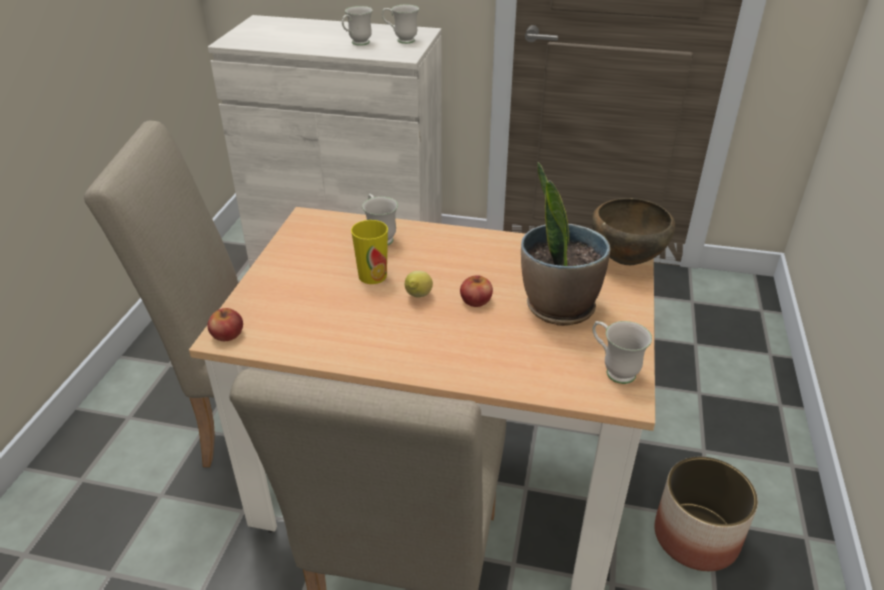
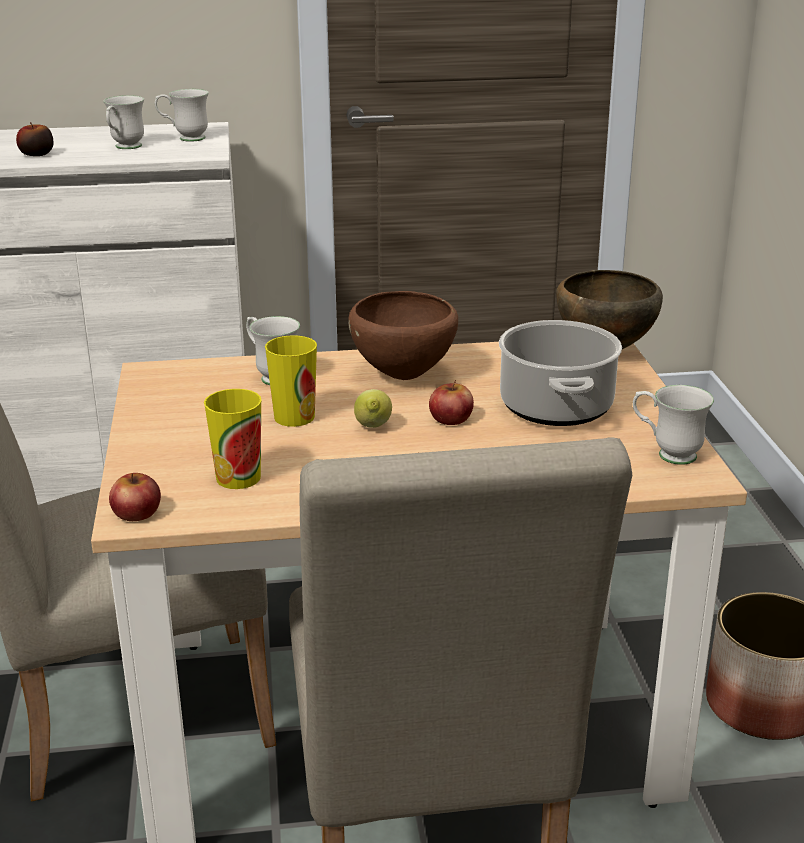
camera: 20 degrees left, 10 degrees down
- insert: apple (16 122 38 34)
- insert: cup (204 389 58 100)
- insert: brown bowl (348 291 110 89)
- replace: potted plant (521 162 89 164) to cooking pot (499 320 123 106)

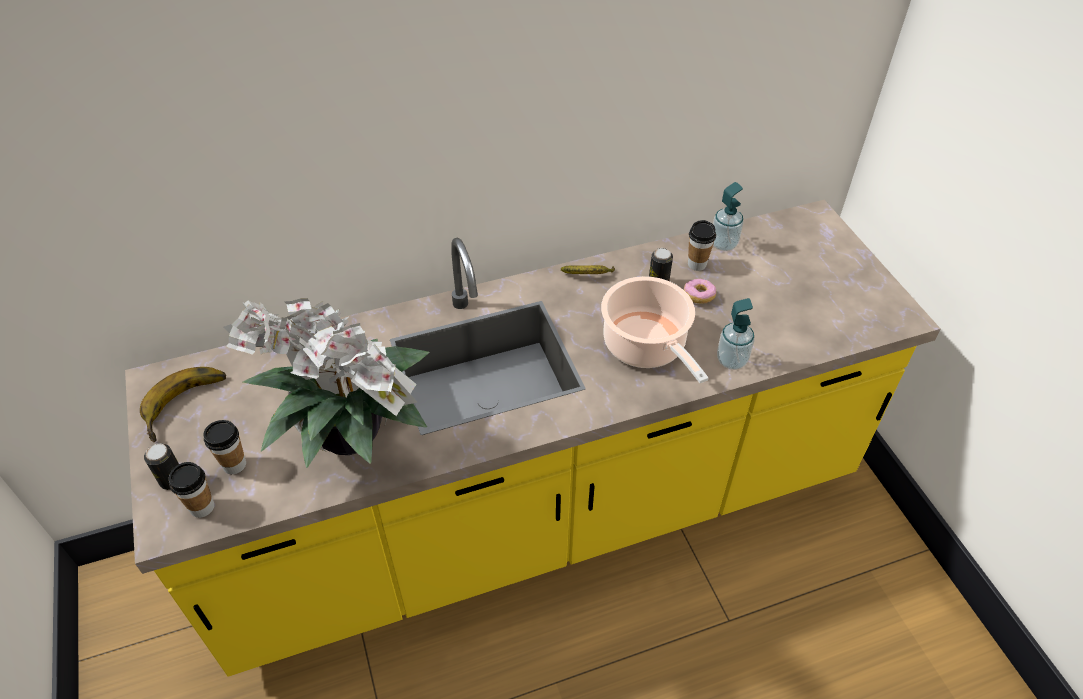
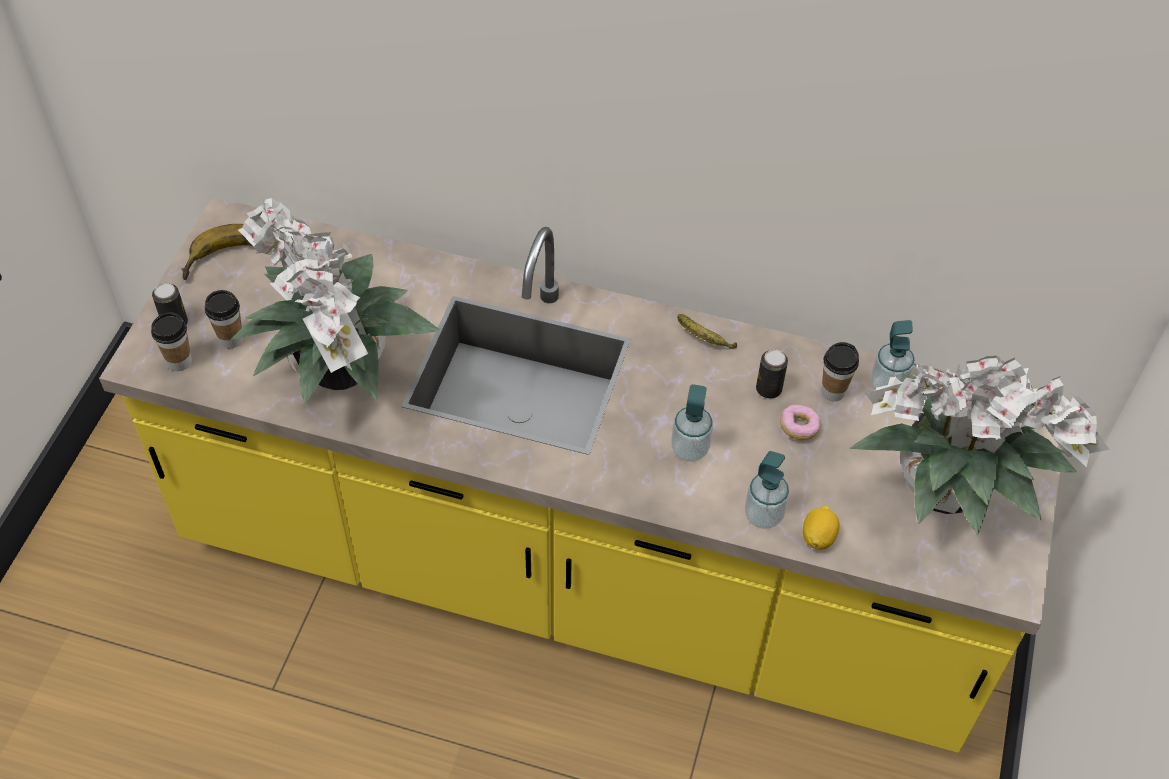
camera: 35 degrees right, 5 degrees up
- replace: cooking pot (601 276 107 107) to soap dispenser (671 384 42 78)
- insert: lemon (803 506 37 44)
- insert: potted plant (850 356 260 178)

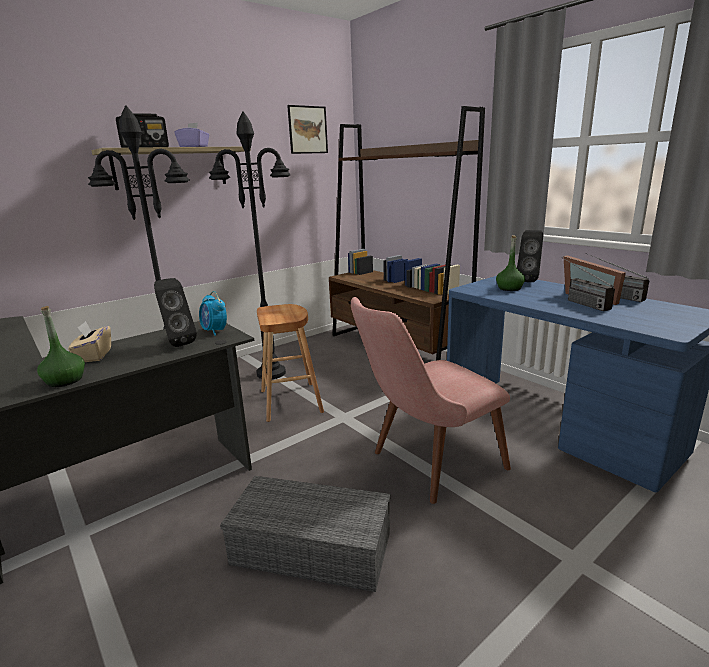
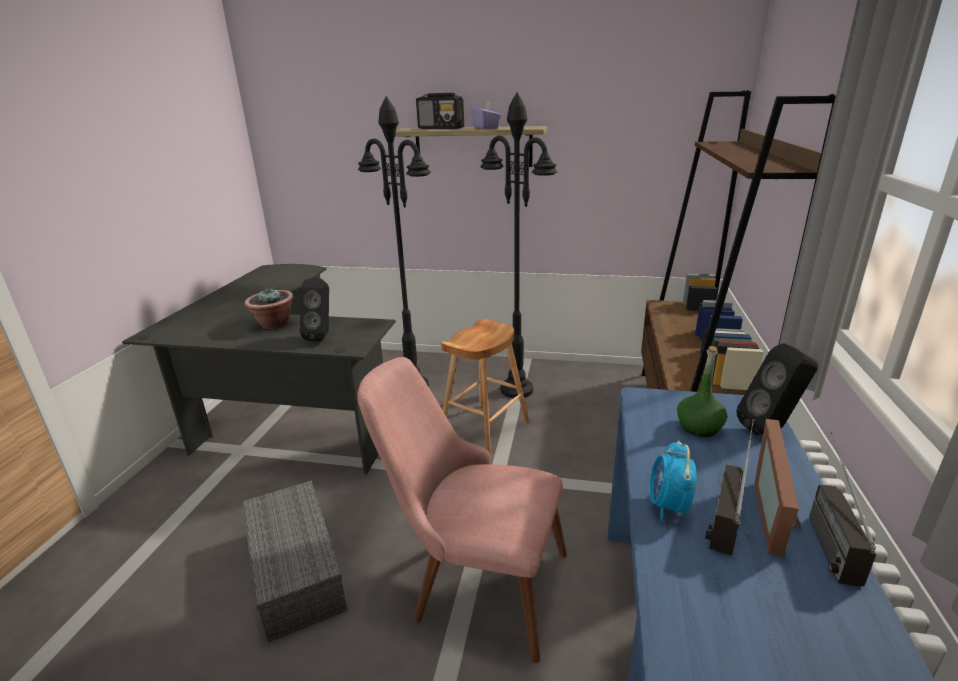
camera: 50 degrees right, 5 degrees up
- replace: beige tissue box (68 321 43 41) to potted plant (245 289 48 40)
- move: alarm clock (199 291 28 45) to (649 440 48 81)
- delete: green bottle (37 306 48 81)
- delete: picture (287 105 41 49)

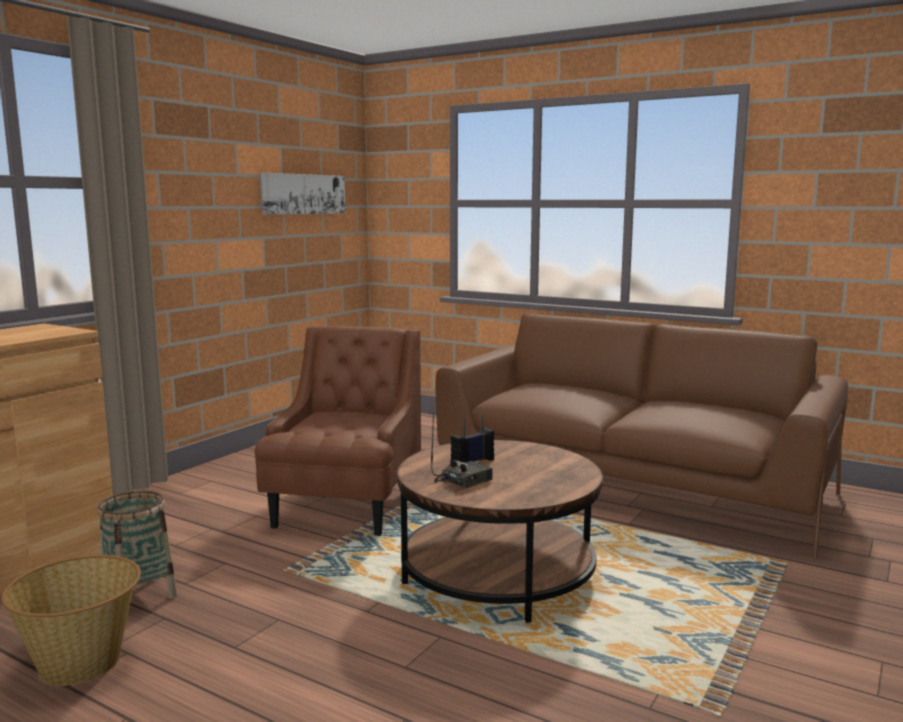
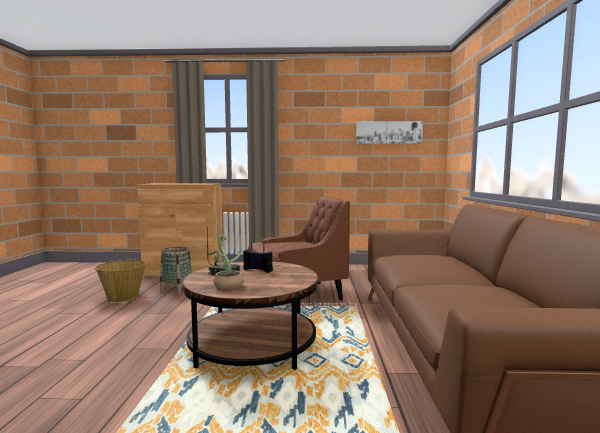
camera: 60 degrees right, 5 degrees down
- insert: potted plant (207 234 37 56)

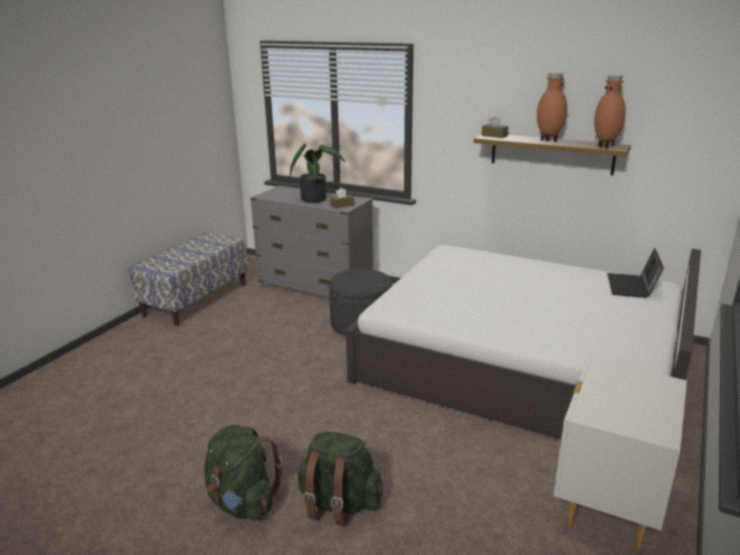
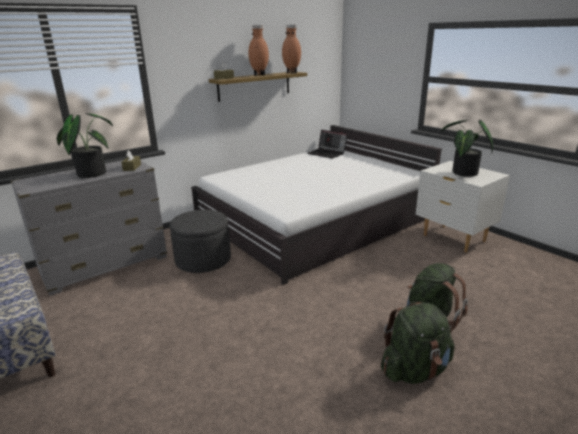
camera: 65 degrees left, 0 degrees up
- insert: potted plant (440 120 53 57)

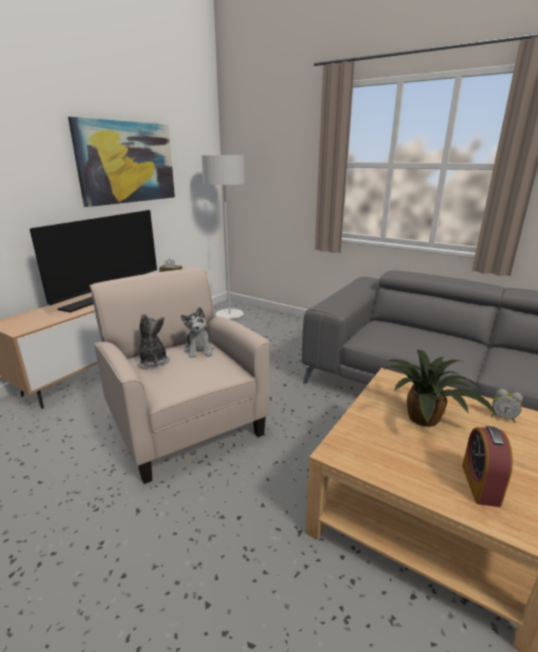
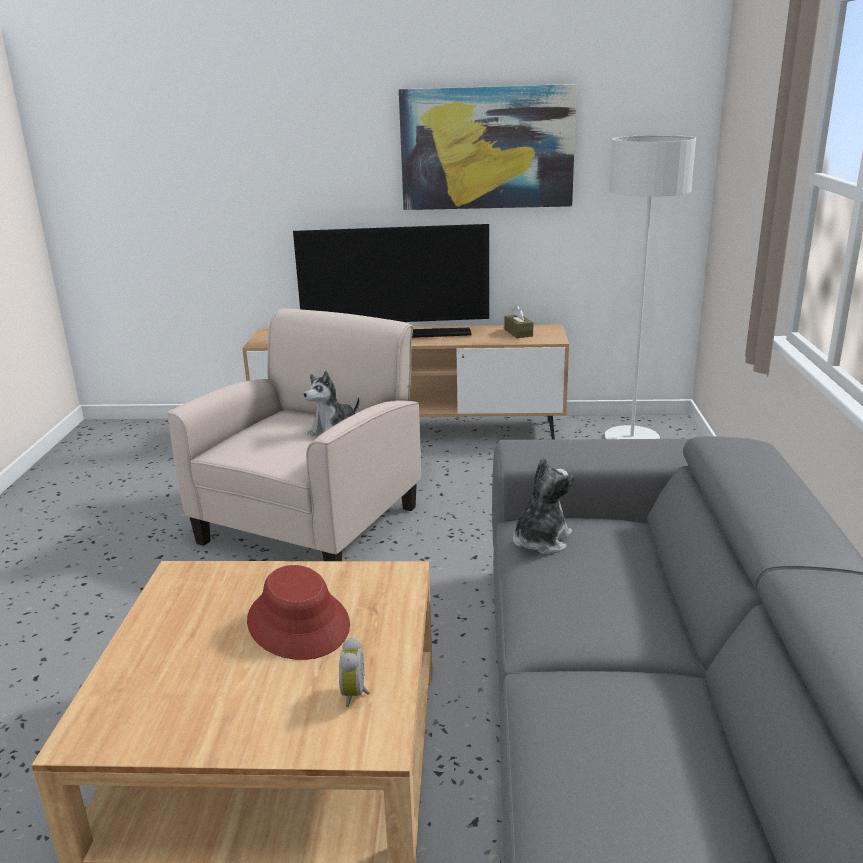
camera: 60 degrees right, 0 degrees up
- replace: potted plant (385 350 112 77) to red hat (247 565 103 95)
- move: plush toy (137 313 33 56) to (513 457 61 97)
- delete: alarm clock (462 426 51 81)

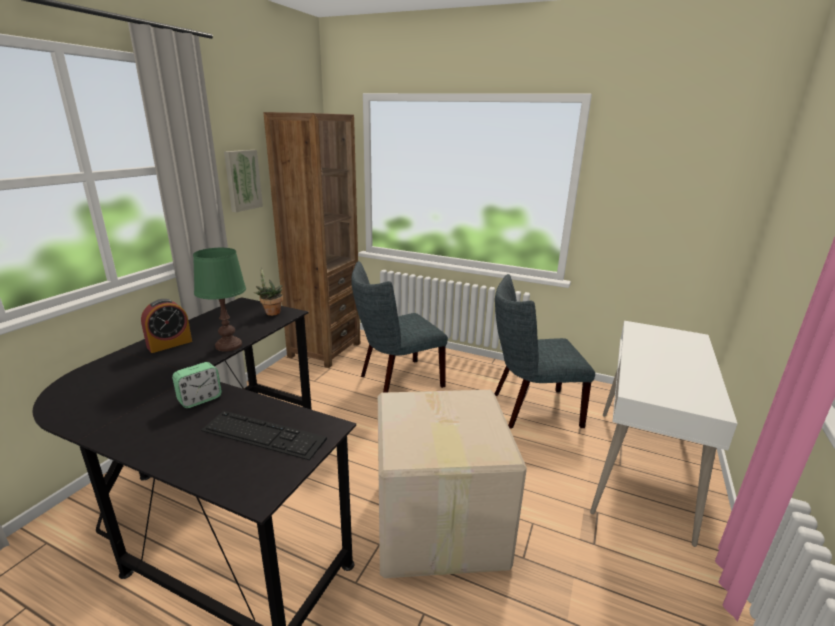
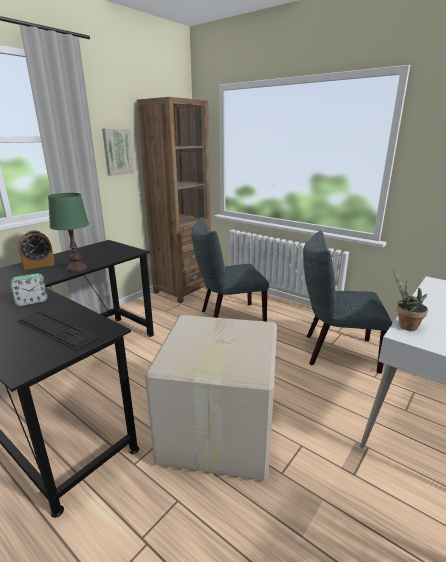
camera: 15 degrees right, 0 degrees up
- move: potted plant (254 268 29 48) to (394 270 34 61)

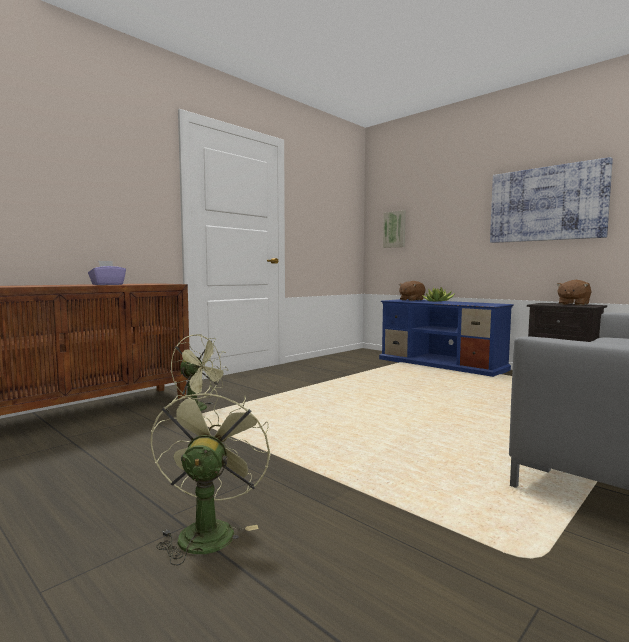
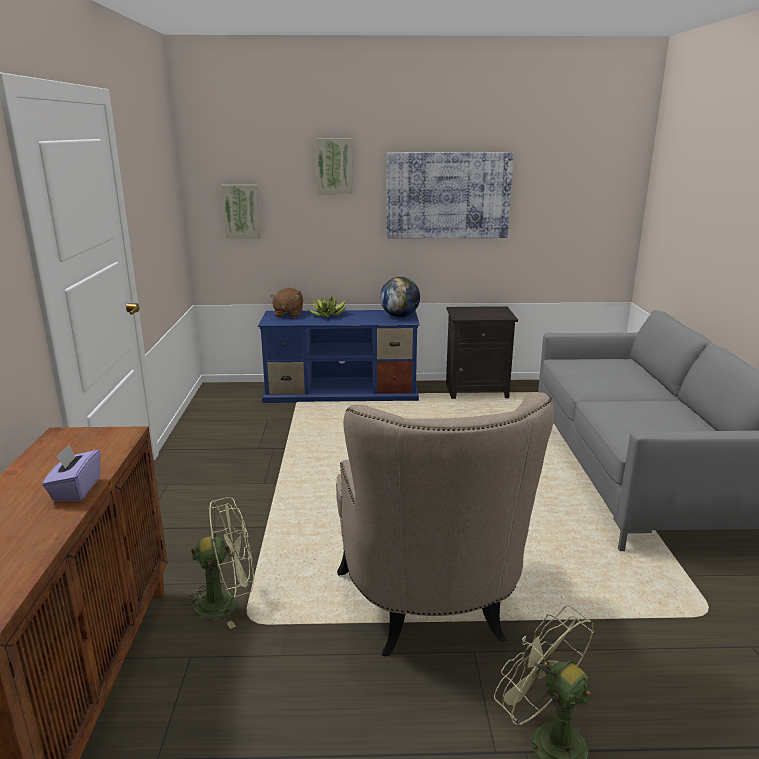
camera: 45 degrees left, 15 degrees up
- insert: picture (315 139 38 55)
- insert: beige armchair (336 392 218 264)
- insert: globe (380 277 40 40)
- delete: brown plush toy (556 280 35 26)

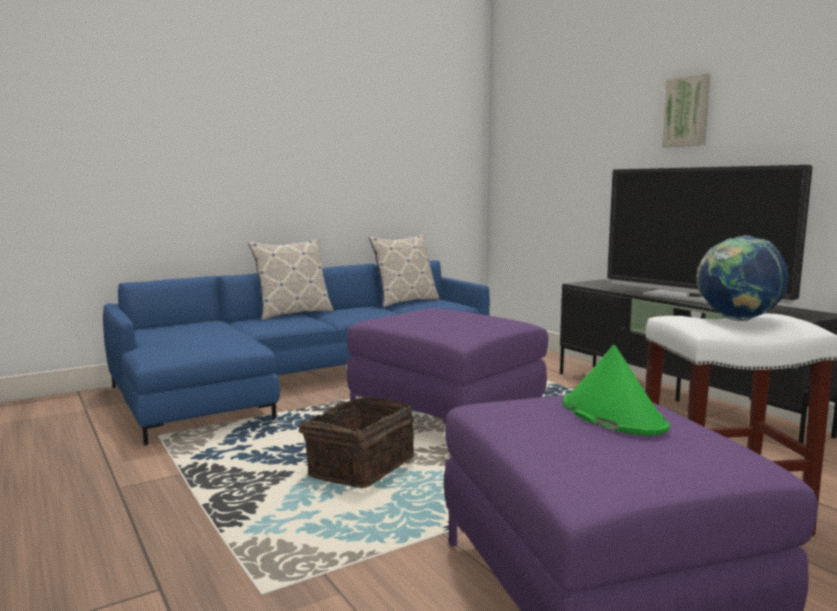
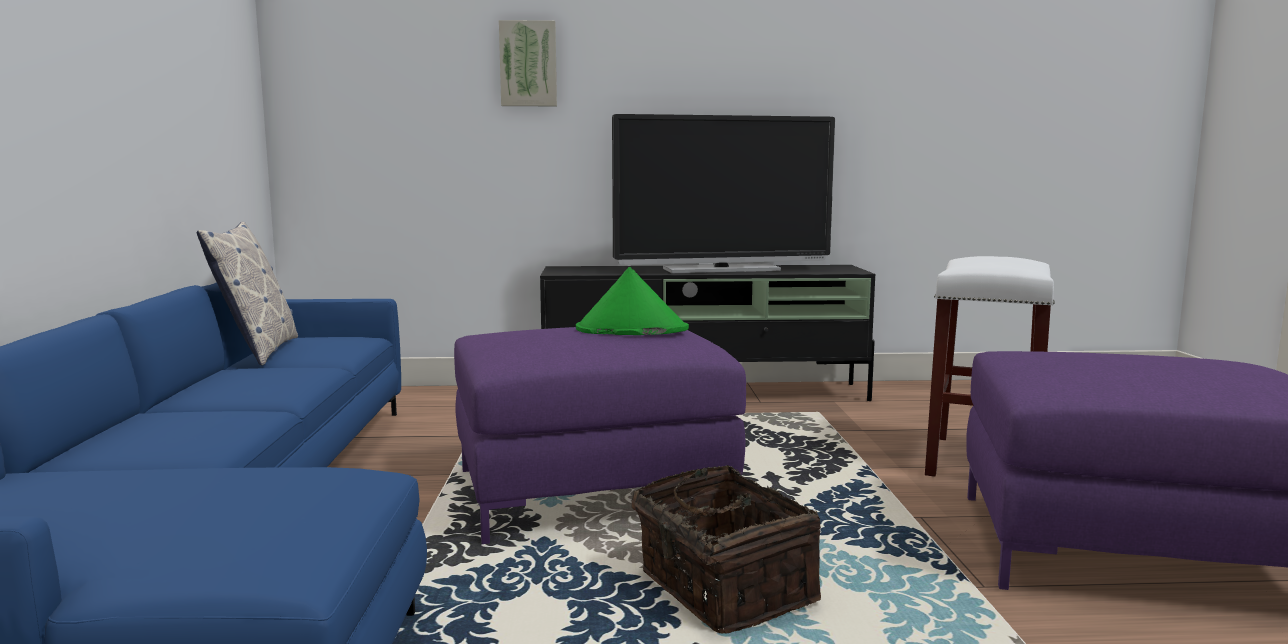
camera: 60 degrees left, 0 degrees up
- move: picture (662 73 49 75) to (499 20 58 86)
- move: green hat (563 345 107 91) to (576 267 113 68)
- delete: pillow (248 239 85 81)
- delete: globe (696 235 93 86)

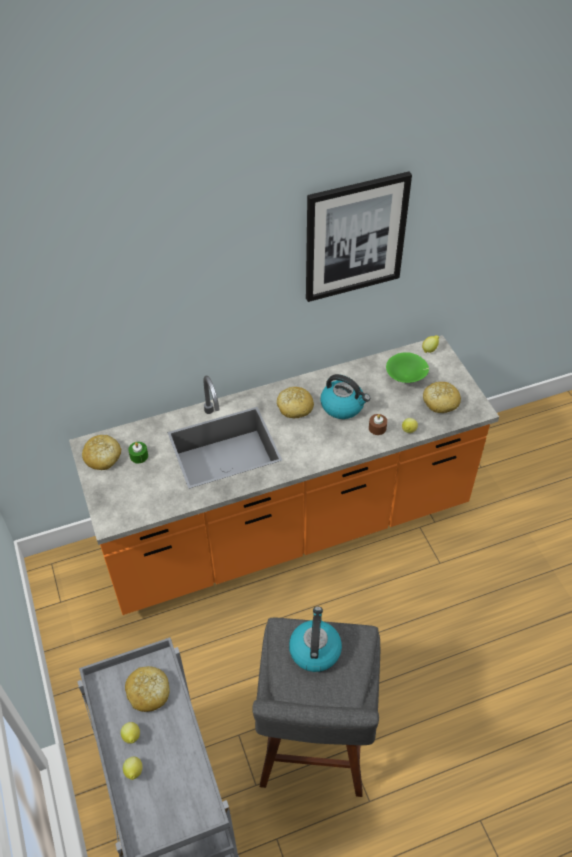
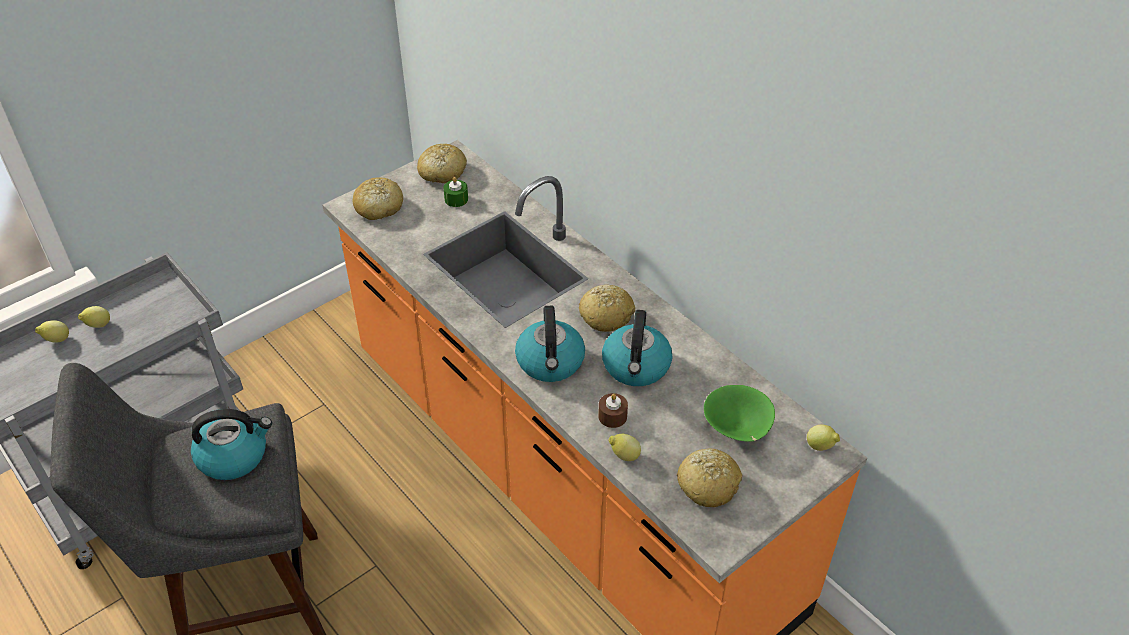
camera: 70 degrees right, 5 degrees down
- move: bread (125 666 45 46) to (353 178 50 42)
- insert: kettle (515 306 70 76)
- delete: picture (306 172 106 130)

